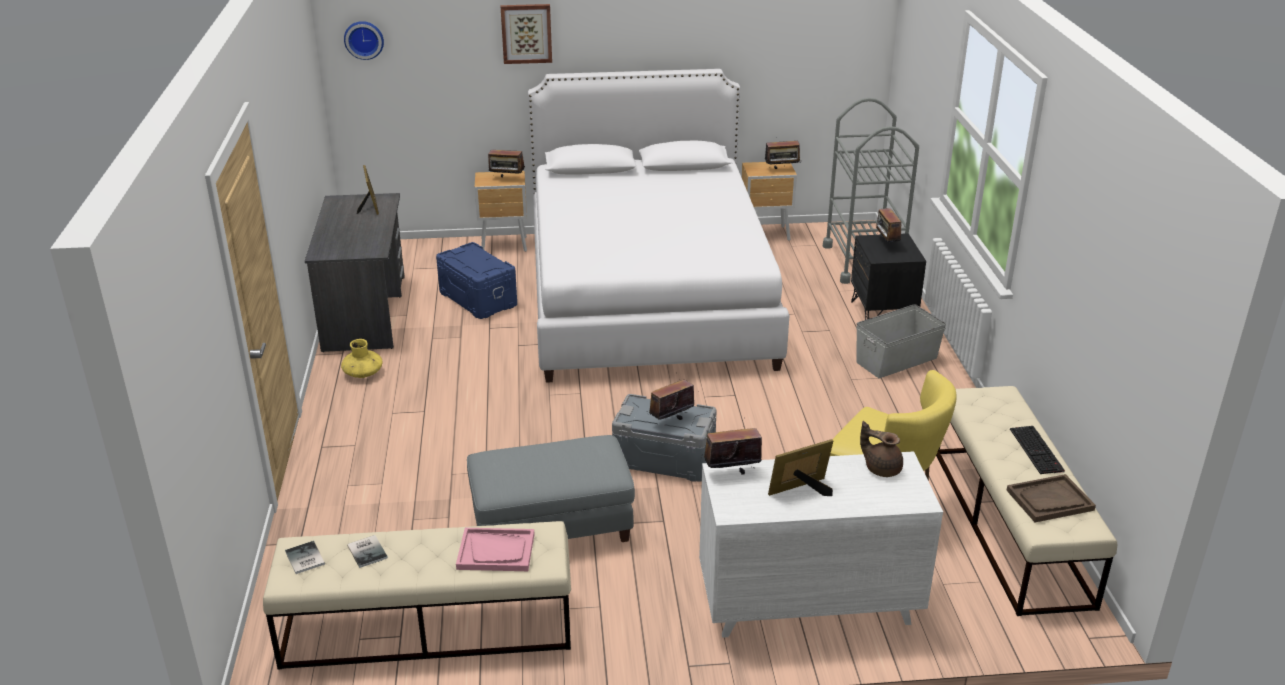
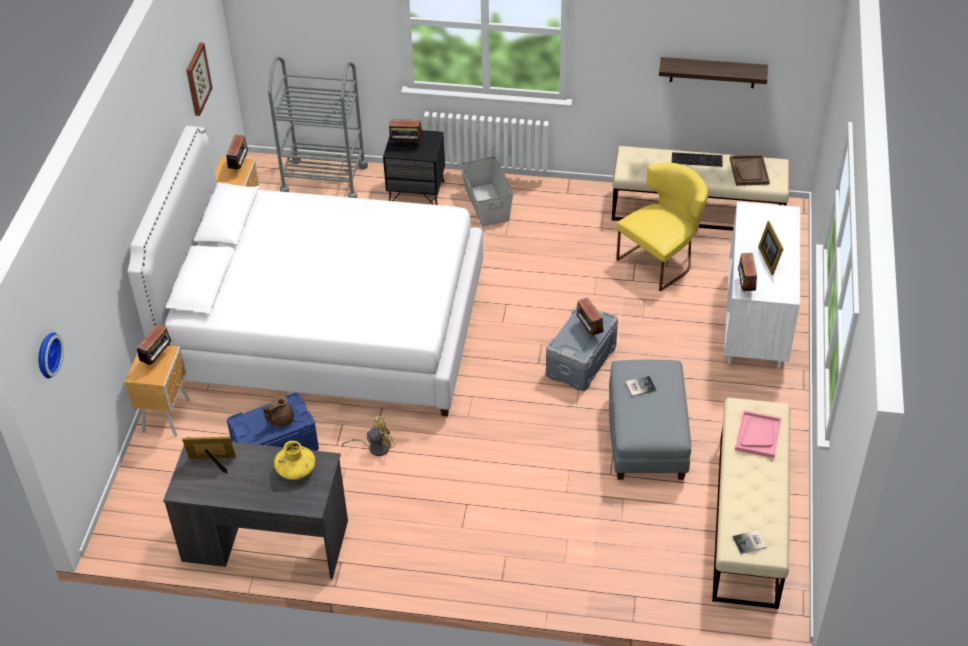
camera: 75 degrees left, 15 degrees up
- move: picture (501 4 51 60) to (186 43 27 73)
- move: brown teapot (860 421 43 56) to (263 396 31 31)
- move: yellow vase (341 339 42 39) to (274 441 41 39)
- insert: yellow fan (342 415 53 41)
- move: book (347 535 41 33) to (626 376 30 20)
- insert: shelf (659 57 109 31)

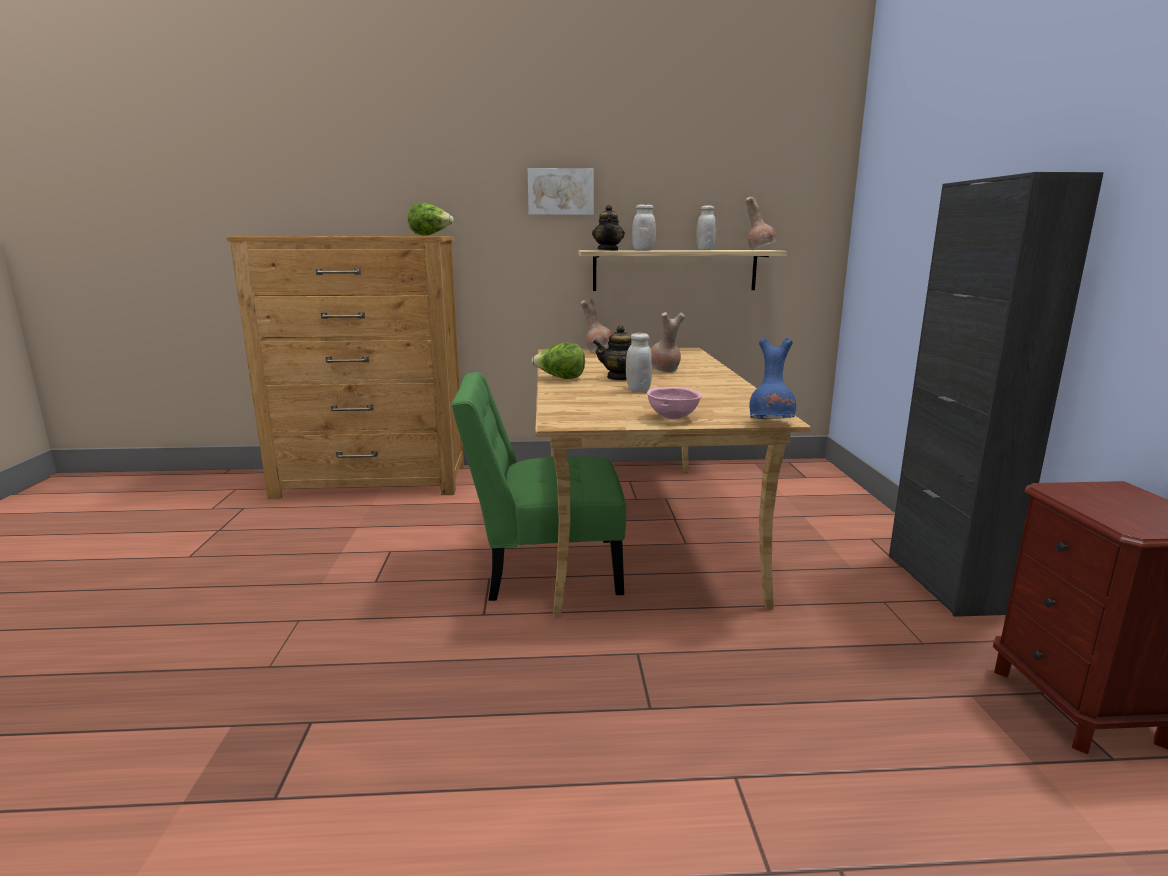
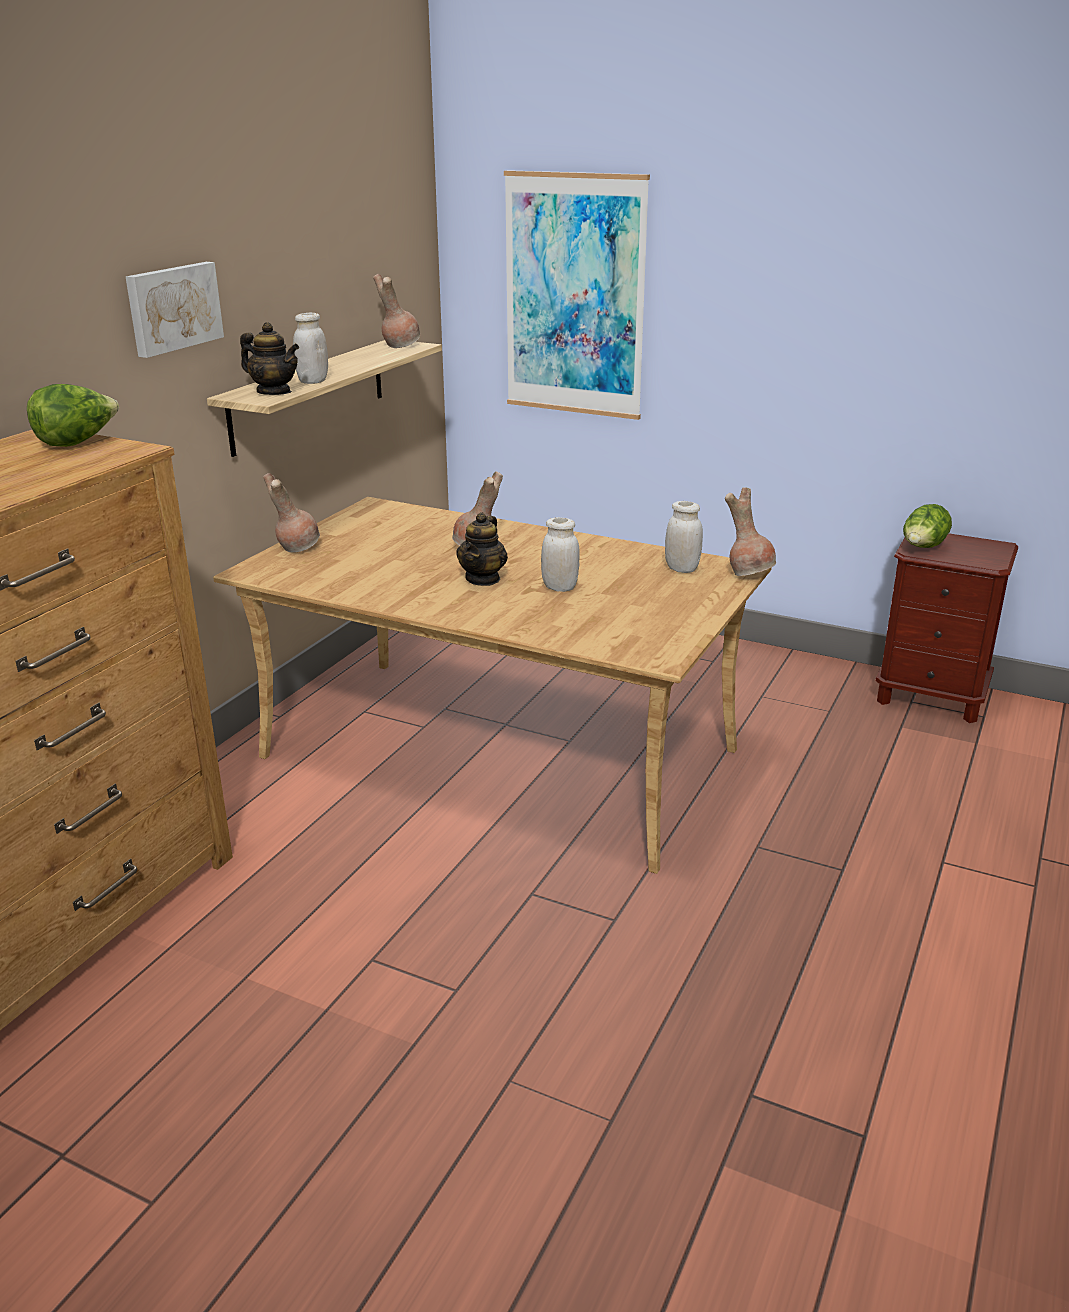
camera: 60 degrees left, 10 degrees up
- insert: picture (504 170 146 250)
- move: white jar (696 206 20 44) to (665 501 38 72)
- recolor: blue vase (749 338 47 81) to brown vase (725 487 51 89)
- move: lettuce (531 343 54 36) to (903 504 49 44)
- delete: green chair (451 372 175 229)
- delete: pink bowl (647 387 55 32)
- delete: black cabinet (889 172 215 445)

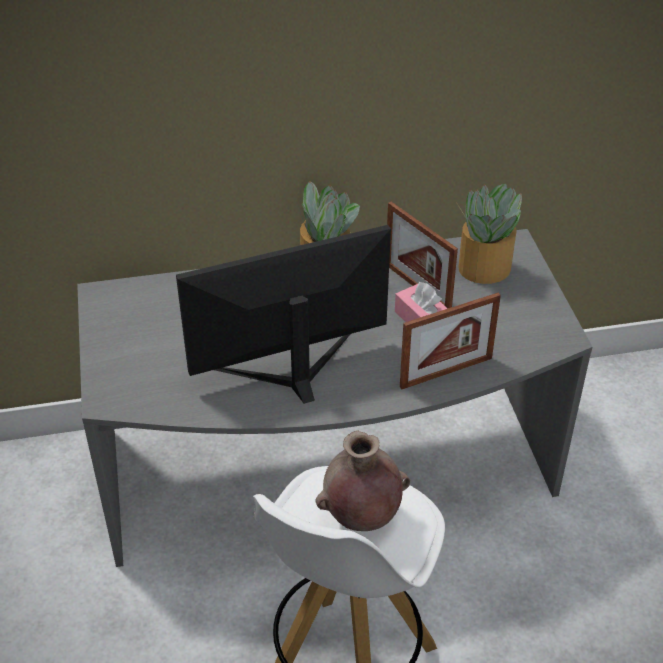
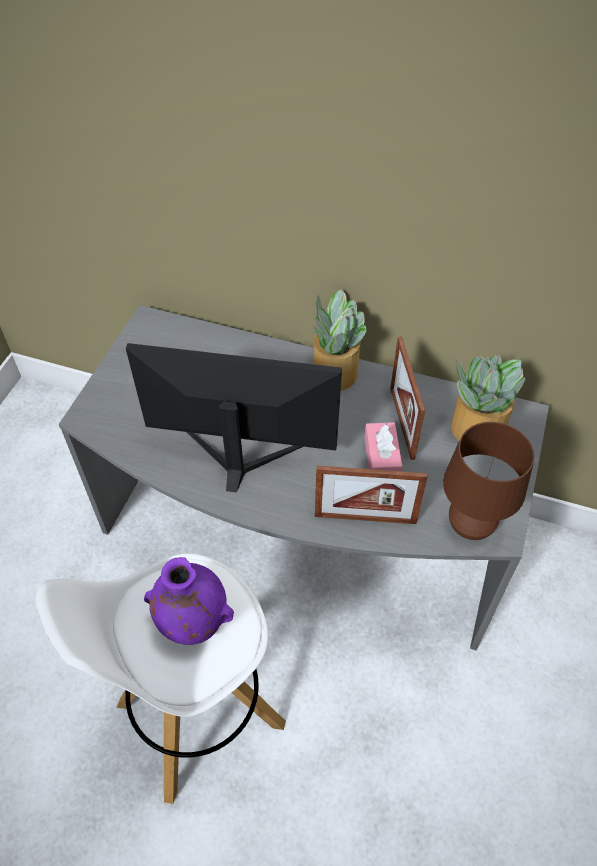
camera: 30 degrees right, 10 degrees up
- recolor: brown vase (315 431 95 100) to purple vase (144 557 90 88)
- insert: brown table lamp (443 422 92 118)

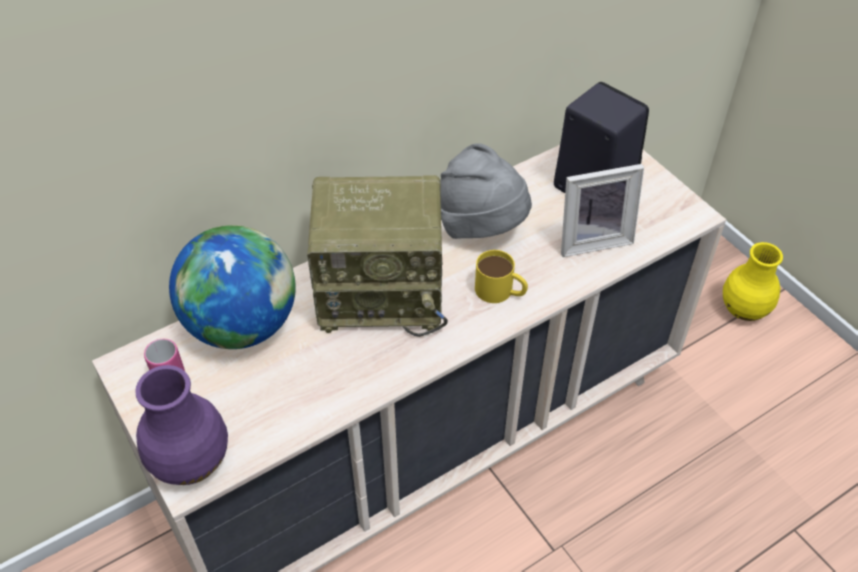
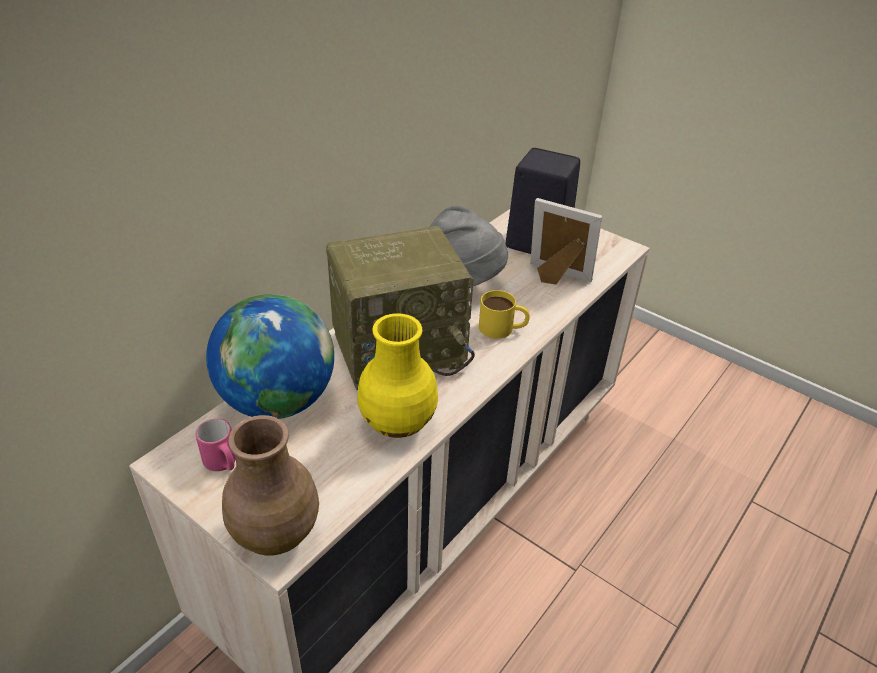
camera: 20 degrees left, 10 degrees down
- recolor: purple vase (135 365 93 120) to brown vase (222 415 97 140)
- move: yellow vase (723 242 60 79) to (357 313 81 125)
- rotate: picture frame (561 164 83 93) = (530 198 72 87) 120 degrees counterclockwise

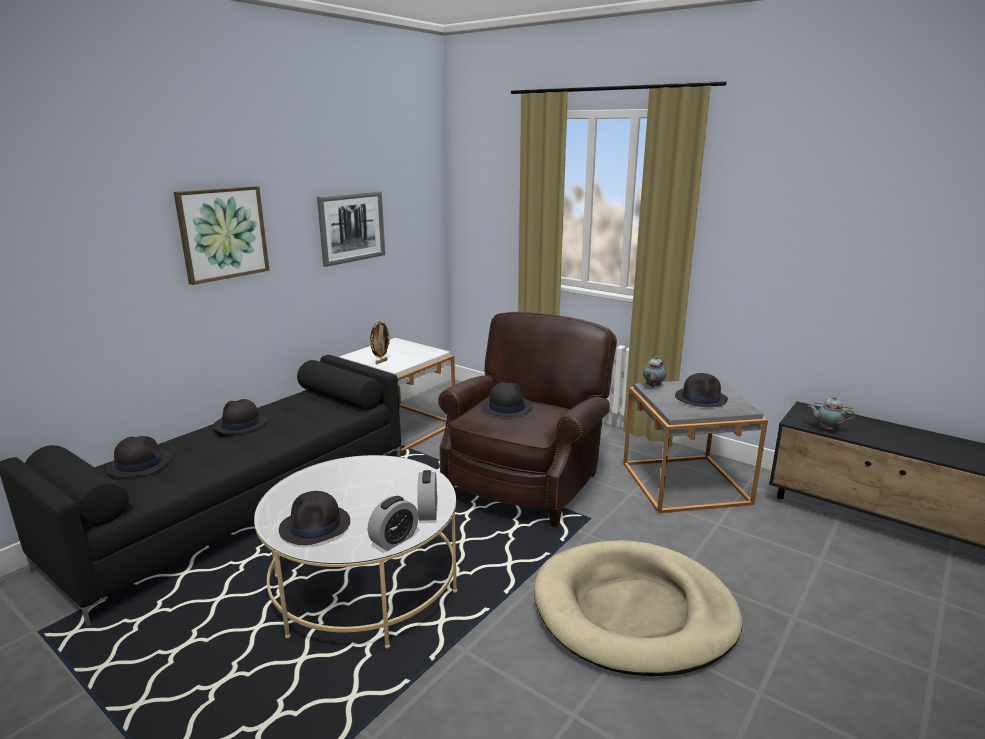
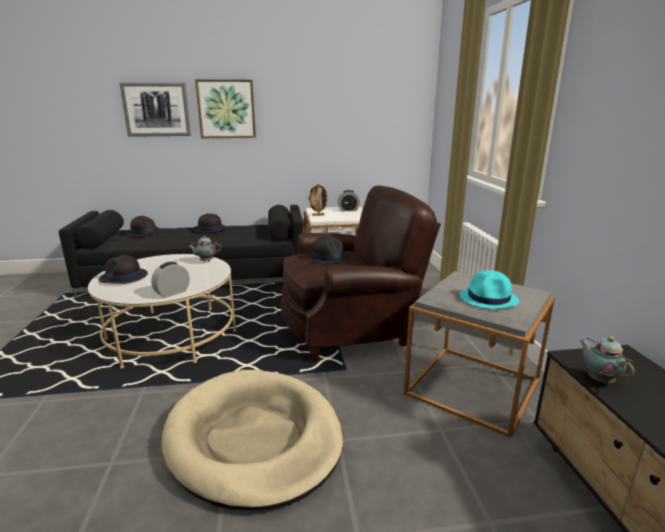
camera: 45 degrees right, 0 degrees up
- move: picture (317 191 68 76) to (119 82 72 55)
- move: teapot (643 356 24 31) to (188 235 33 27)
- move: alarm clock (368 496 51 55) to (338 190 22 21)
- recolor: black hat (675 373 53 34) to turquoise hat (460 270 59 39)

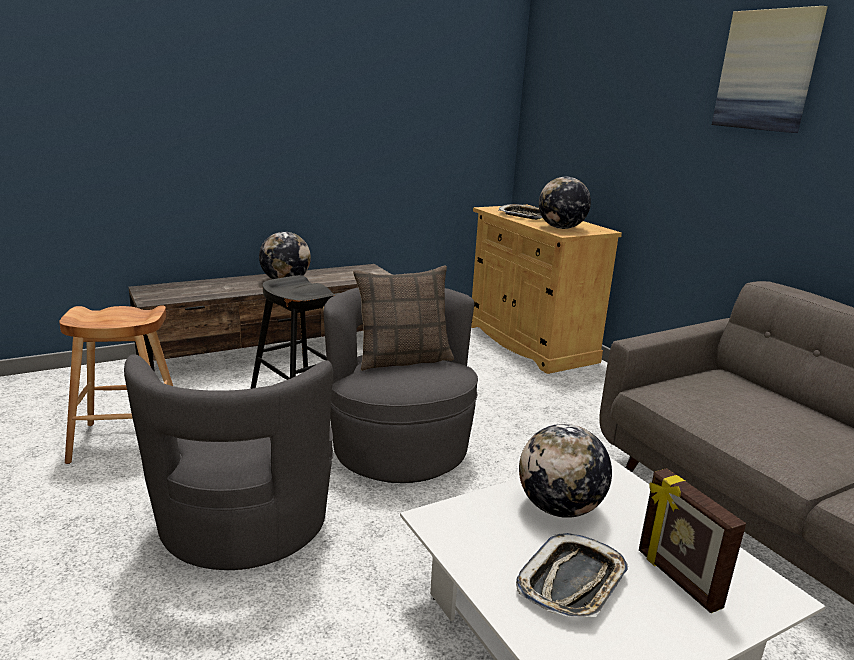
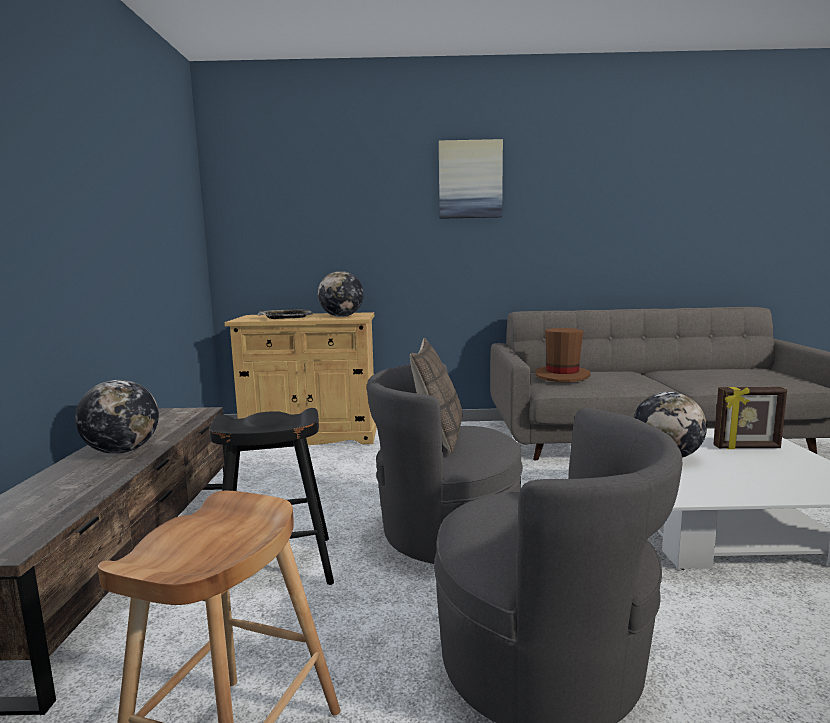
camera: 60 degrees left, 10 degrees down
- insert: brown hat (535 328 55 54)
- delete: tray (516 533 112 84)

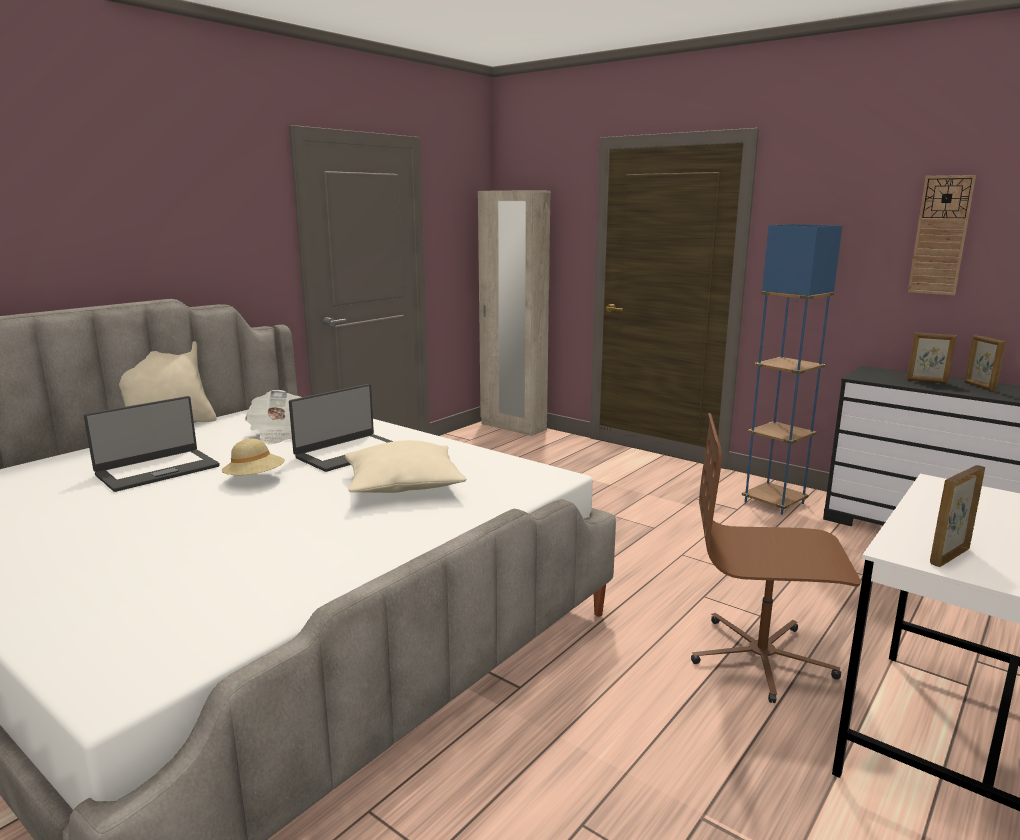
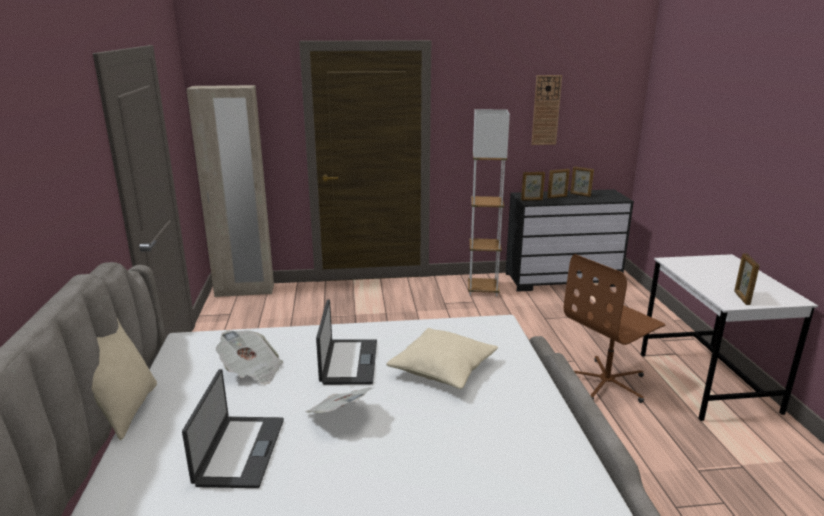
camera: 45 degrees left, 5 degrees up
- replace: beige hat (222 439 63 36) to newspaper (305 387 68 26)
- recolor: blue floor lamp (742 224 100 291) to white floor lamp (468 109 42 188)
- insert: picture frame (521 172 24 29)

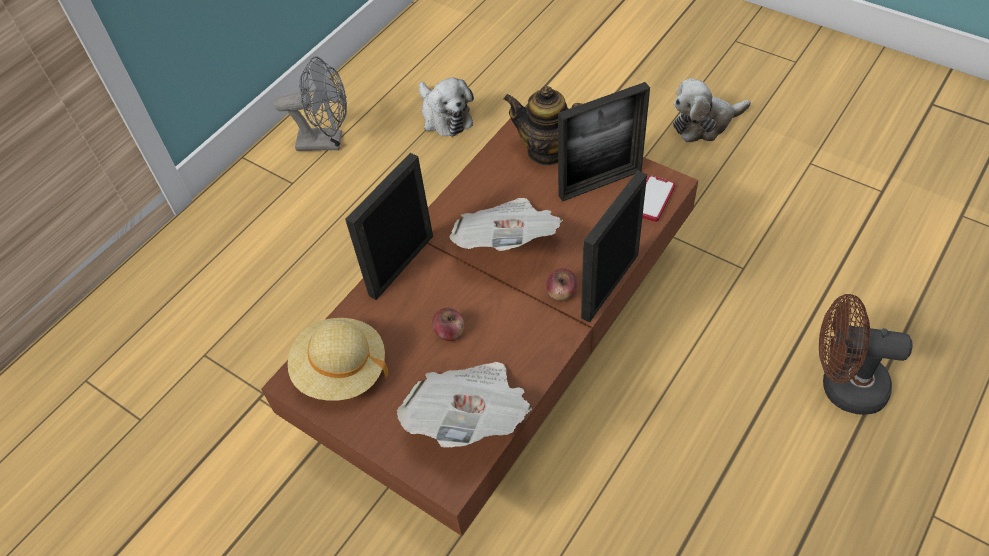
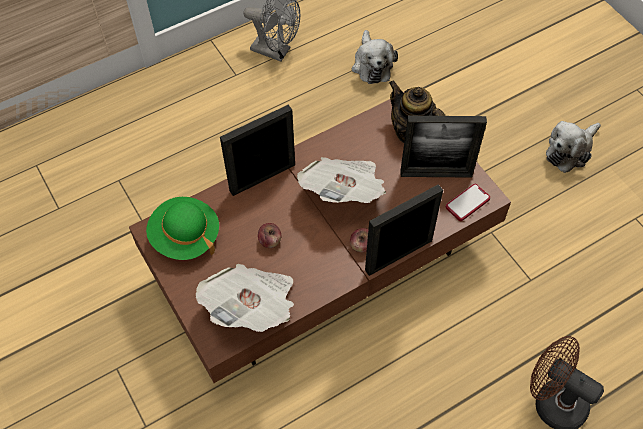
camera: 20 degrees right, 5 degrees up
- recolor: beige hat (288 318 100 83) to green hat (146 197 73 63)
- rotate: plush toy (673 78 78 64) = (546 121 55 52) 45 degrees counterclockwise

